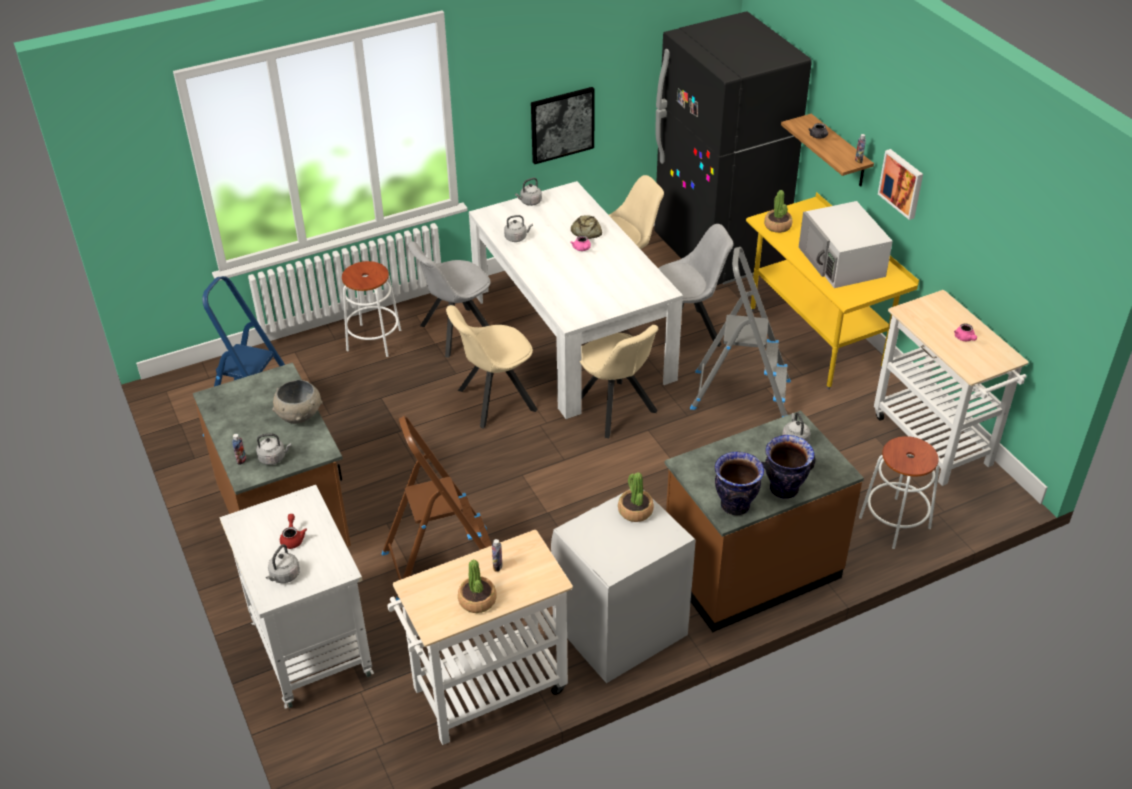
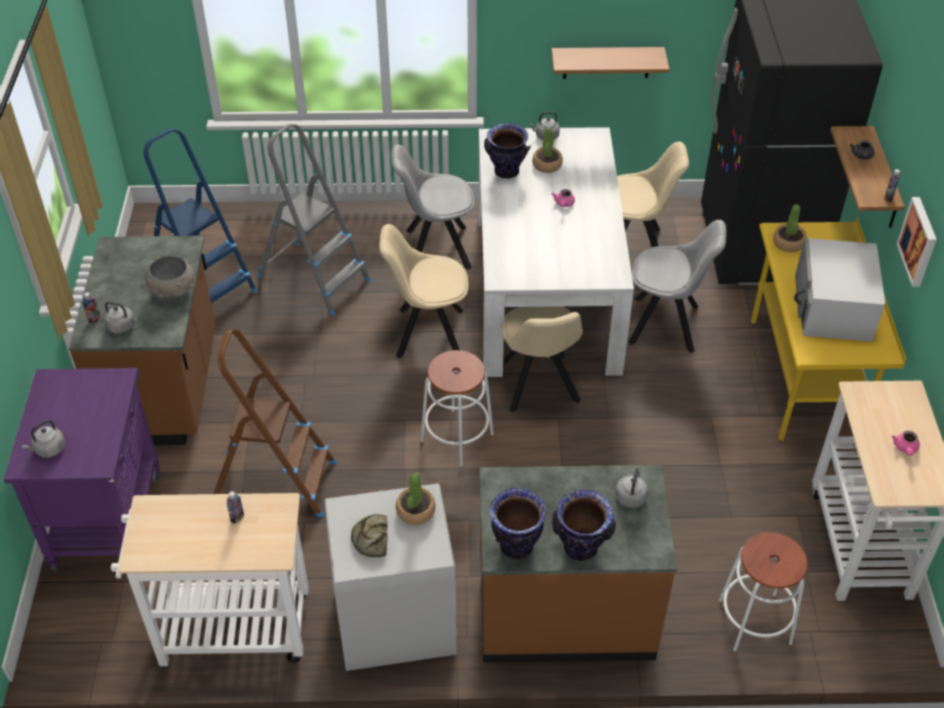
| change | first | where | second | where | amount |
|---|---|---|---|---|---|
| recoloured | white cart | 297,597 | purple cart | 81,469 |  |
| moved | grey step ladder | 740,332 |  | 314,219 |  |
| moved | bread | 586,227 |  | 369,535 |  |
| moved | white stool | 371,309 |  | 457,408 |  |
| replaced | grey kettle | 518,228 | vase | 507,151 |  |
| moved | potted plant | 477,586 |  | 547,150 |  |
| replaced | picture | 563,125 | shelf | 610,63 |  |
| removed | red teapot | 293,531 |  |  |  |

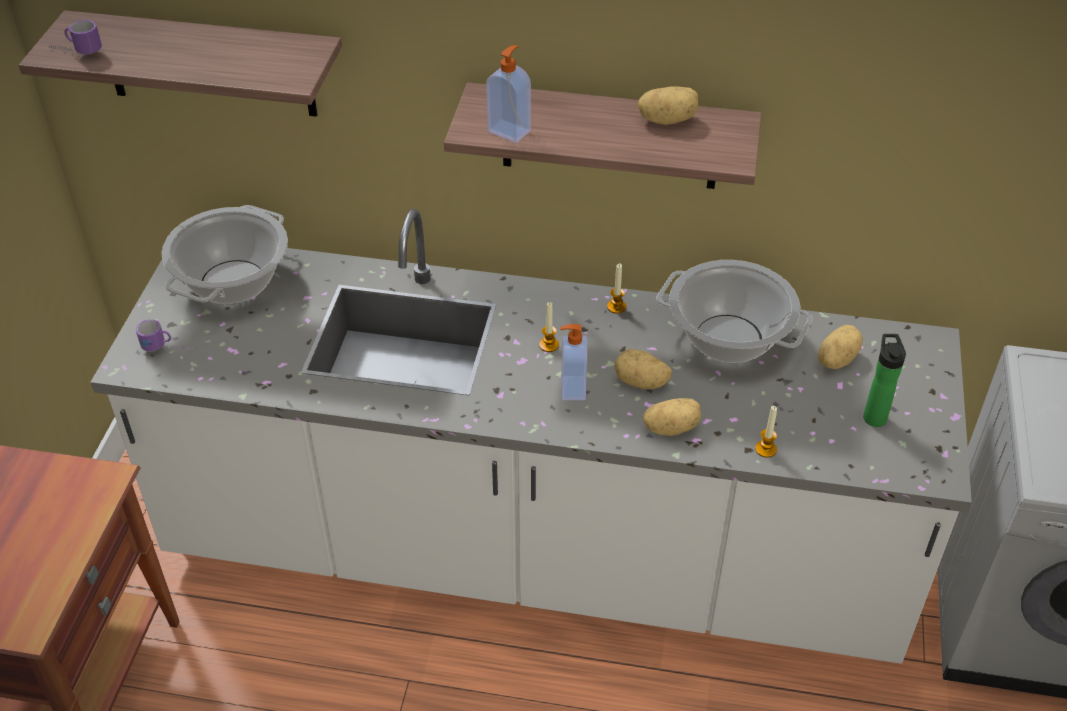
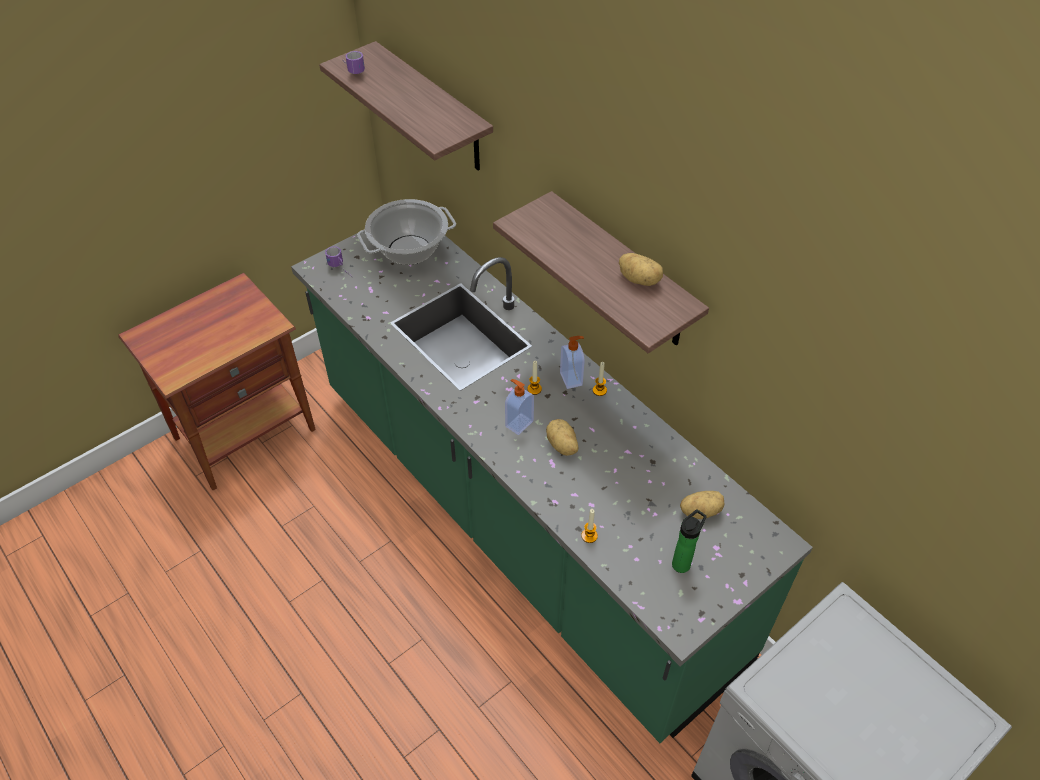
| change | first | where | second | where | amount |
|---|---|---|---|---|---|
| recoloured | white counter | 531,436 | green counter | 552,487 |  |
| moved | soap dispenser | 508,94 |  | 572,362 |  |
| removed | potato | 672,417 |  |  |  |
| removed | cooking pot | 734,311 |  |  |  |

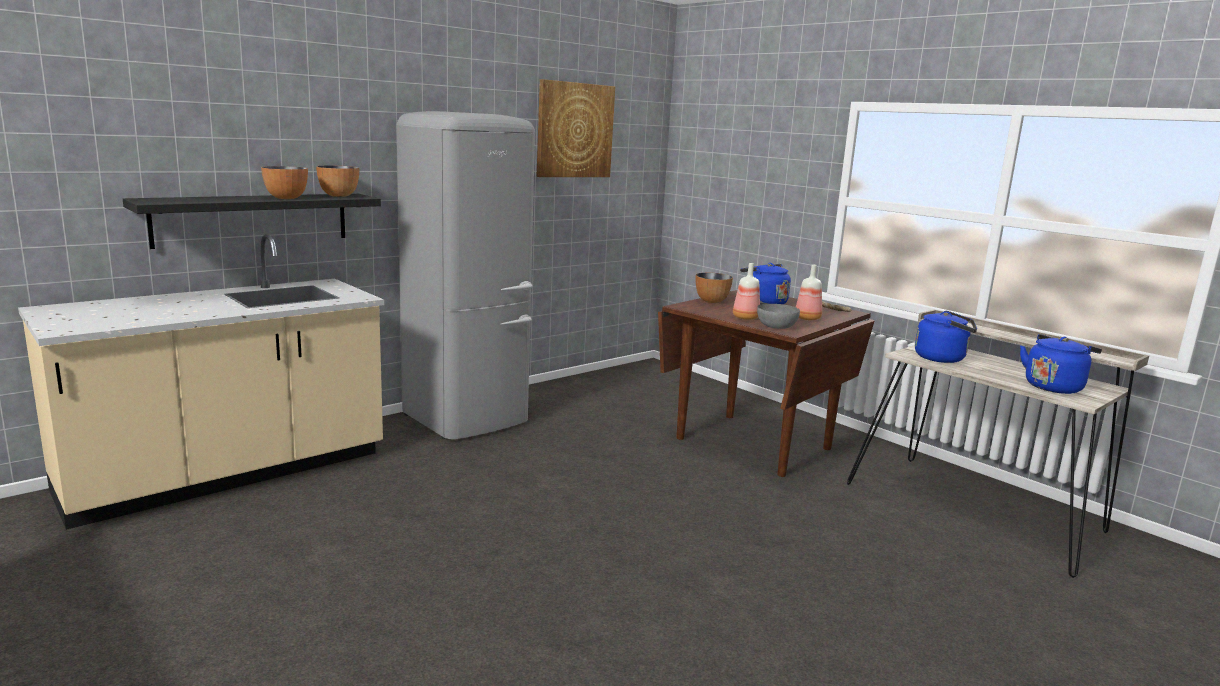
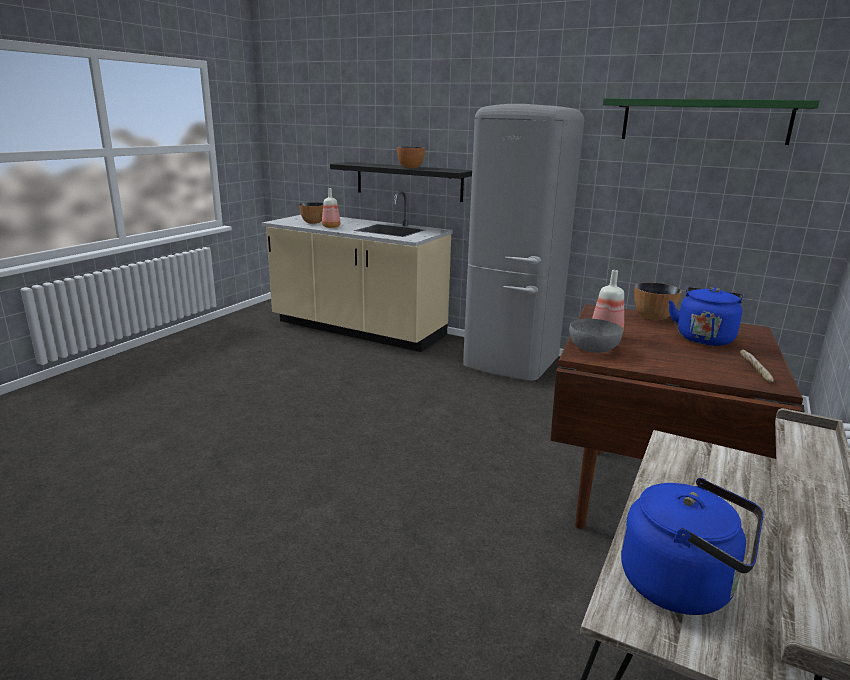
| change | first | where | second | where | amount |
|---|---|---|---|---|---|
| moved | bowl | 337,181 |  | 311,213 |  |
| moved | bottle | 809,292 |  | 331,208 |  |
| replaced | picture | 575,128 | green shelf | 711,121 |  |
| removed | blue kettle | 946,336 |  |  |  |

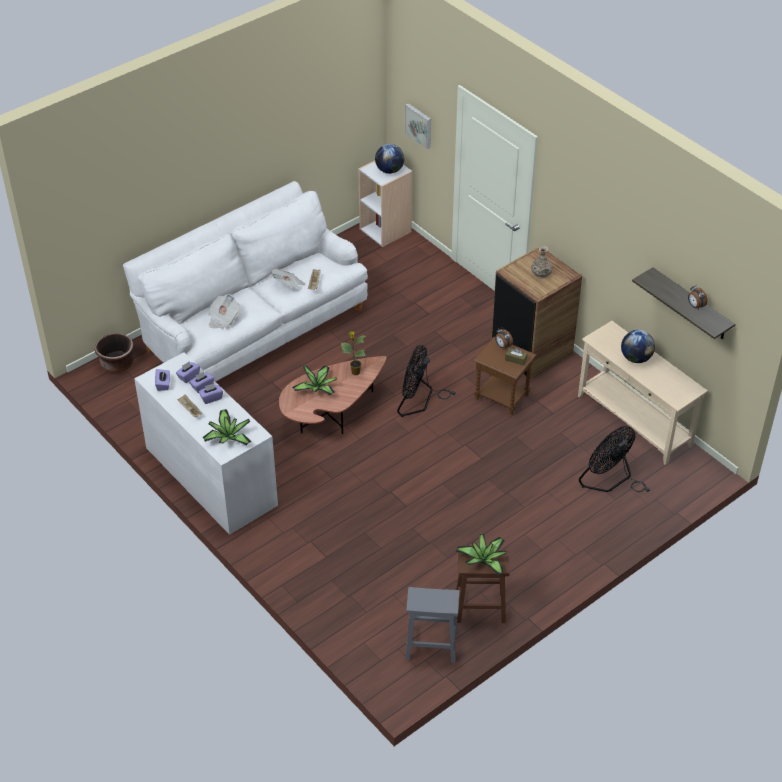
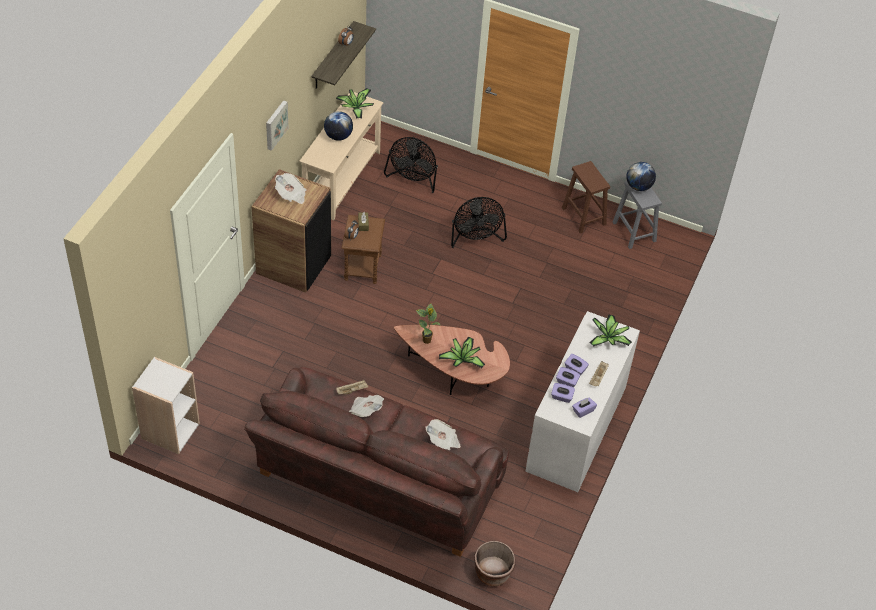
| change | first | where | second | where | amount |
|---|---|---|---|---|---|
| recoloured | white sofa | 245,281 | brown sofa | 376,462 |  |
| moved | picture | 418,126 |  | 277,125 |  |
| replaced | vase | 541,262 | newspaper | 290,188 |  |
| moved | potted plant | 481,554 |  | 355,103 |  |
| moved | black fan | 426,381 |  | 479,222 |  |
| moved | globe | 389,159 |  | 641,176 |  |

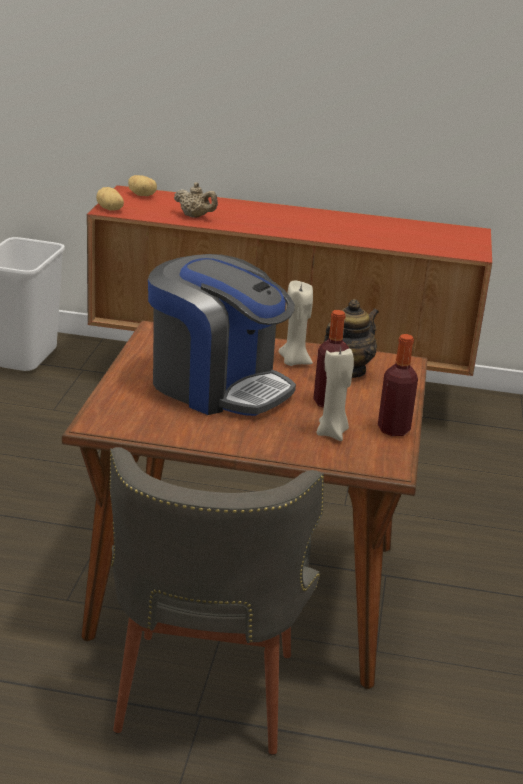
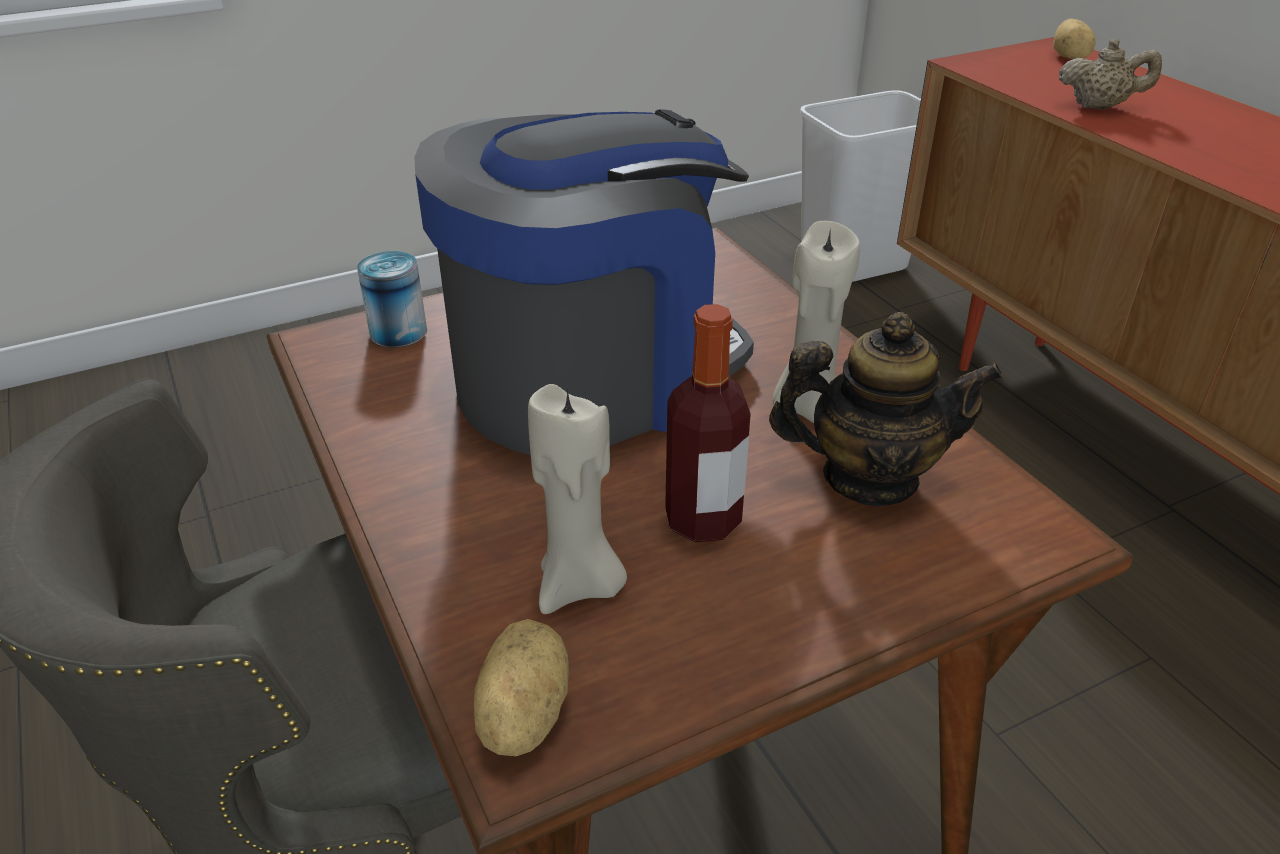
| change | first | where | second | where | amount |
|---|---|---|---|---|---|
| added |  |  | can | 392,299 |  |
| turned | coffee machine | 222,335 |  | 584,282 | 120 degrees counterclockwise |
| moved | potato | 110,199 |  | 521,687 |  |
| turned | beige teapot | 196,200 |  | 1110,74 | 75 degrees counterclockwise |
| removed | bottle | 398,385 |  |  |  |

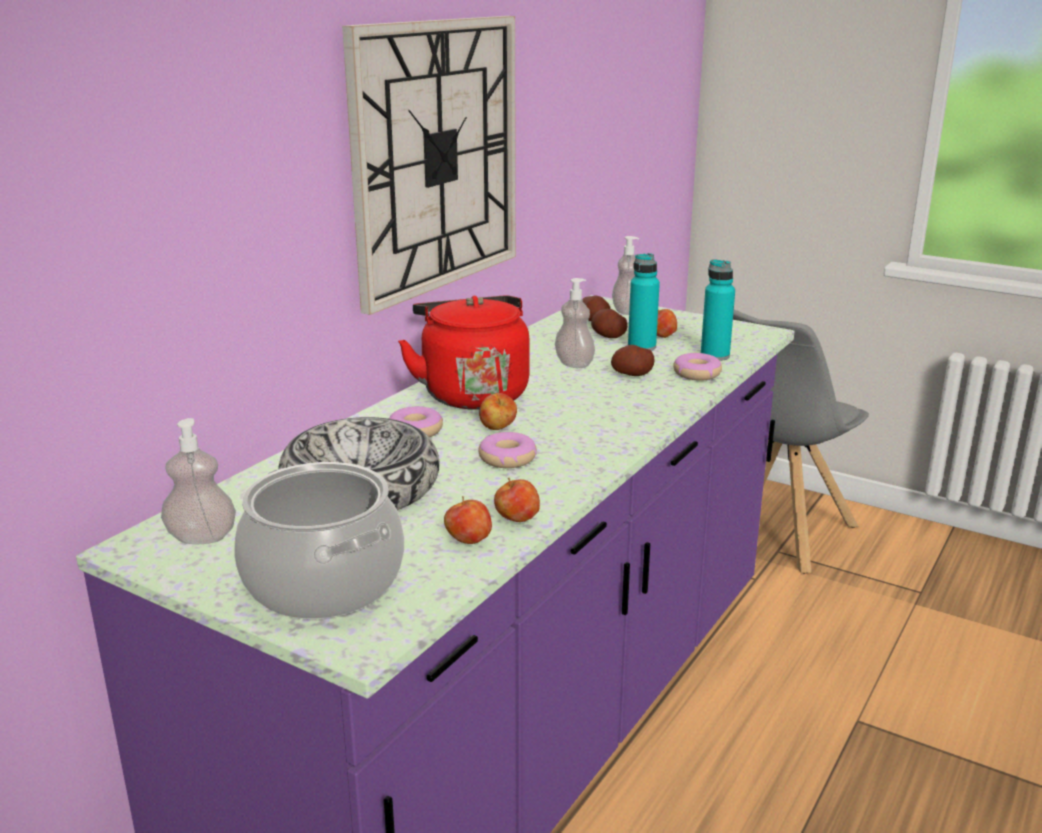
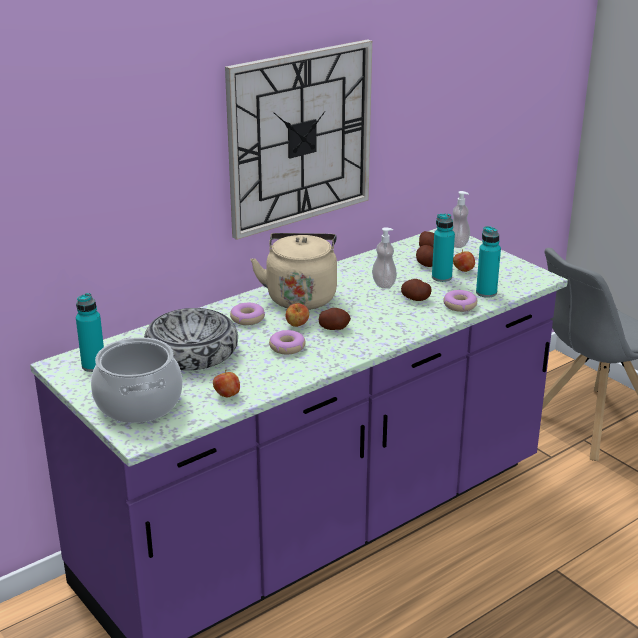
| change | first | where | second | where | amount |
|---|---|---|---|---|---|
| replaced | soap dispenser | 198,481 | turquoise bottle | 90,332 |  |
| recoloured | red kettle | 464,352 | beige kettle | 293,271 |  |
| added |  |  | potato | 335,319 |  |
| removed | apple | 517,500 |  |  |  |

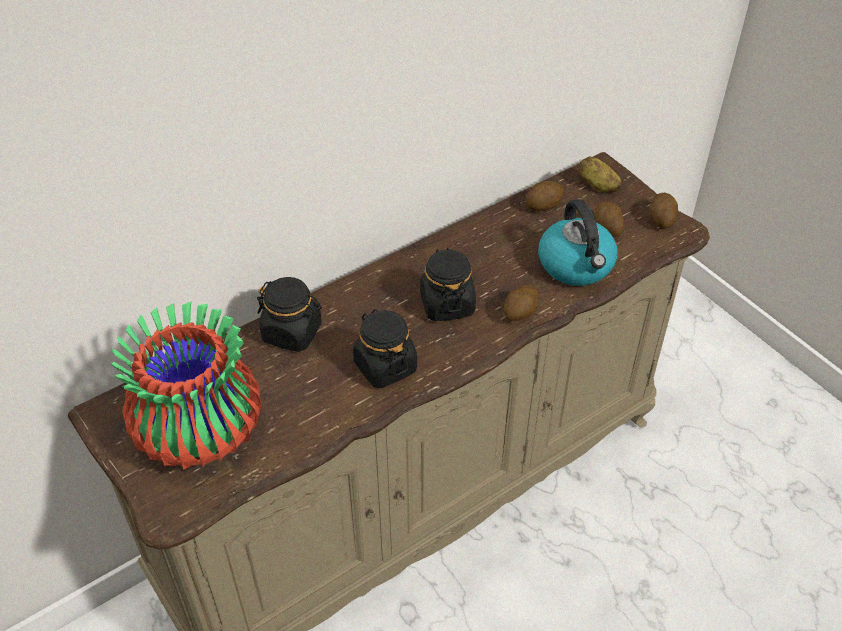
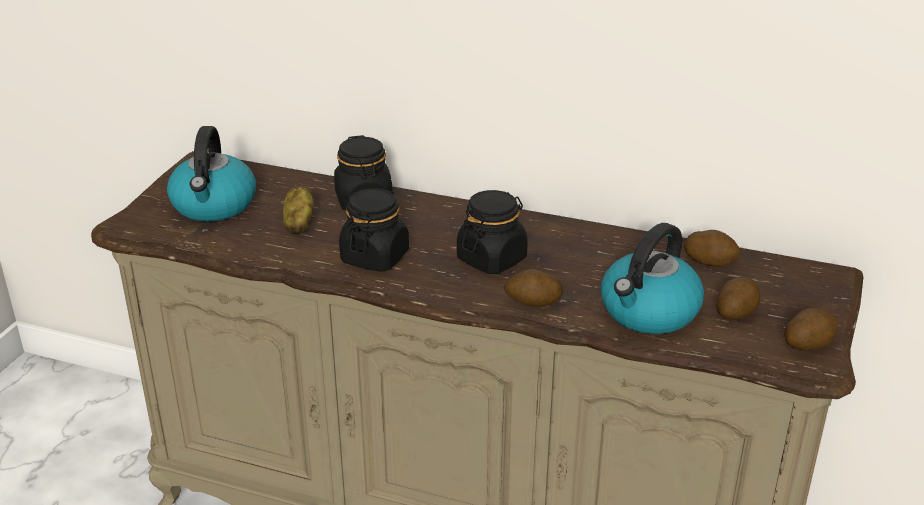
| change | first | where | second | where | amount |
|---|---|---|---|---|---|
| replaced | vase | 186,386 | kettle | 211,173 |  |
| moved | potato | 600,174 |  | 298,210 |  |

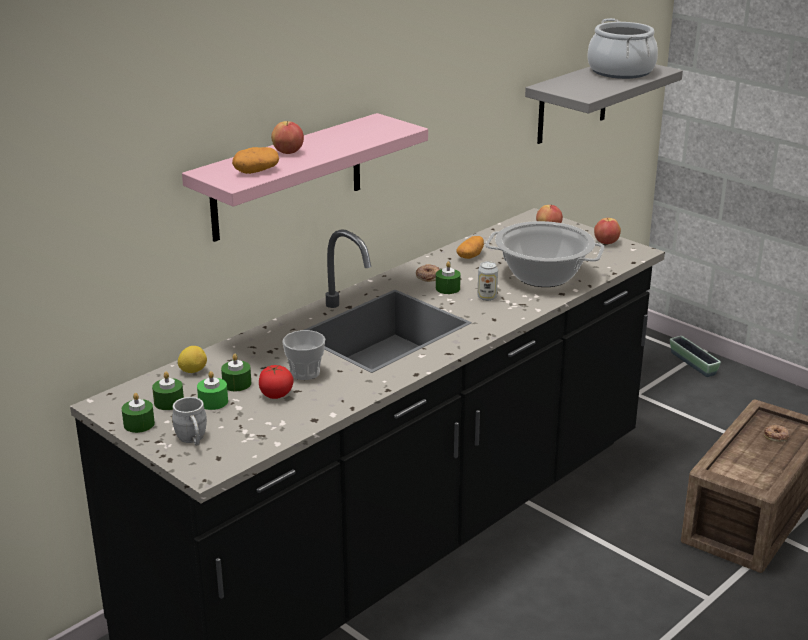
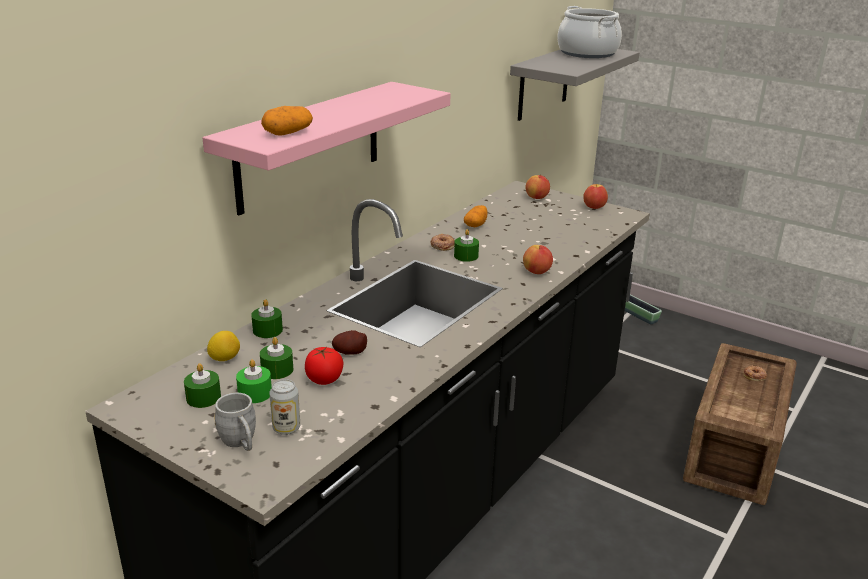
| change | first | where | second | where | amount |
|---|---|---|---|---|---|
| moved | green candle | 138,413 |  | 267,318 |  |
| moved | can | 488,281 |  | 284,407 |  |
| replaced | cup | 303,355 | potato | 349,342 |  |
| moved | apple | 287,137 |  | 538,259 |  |
| removed | cooking pot | 544,254 |  |  |  |

